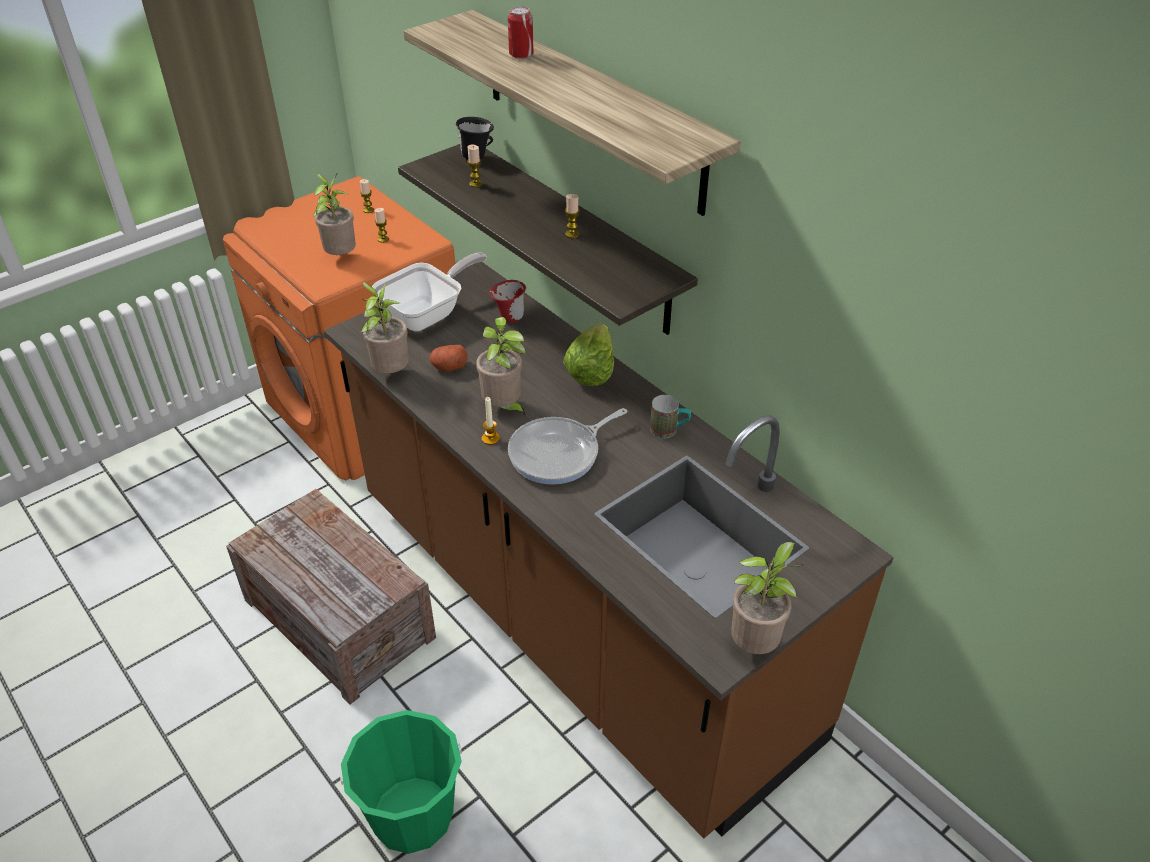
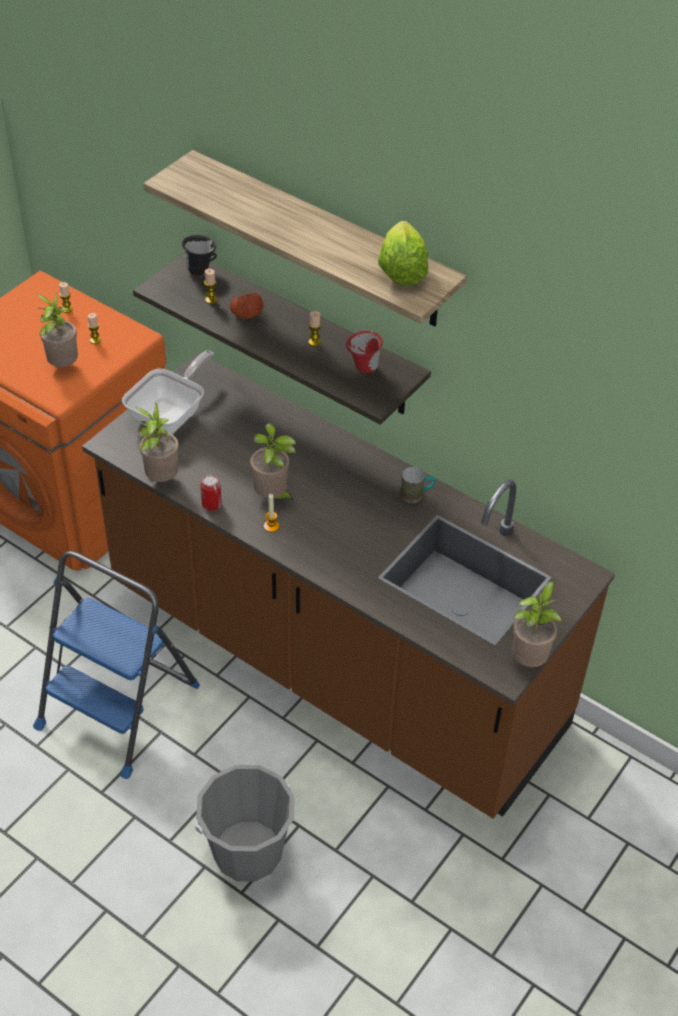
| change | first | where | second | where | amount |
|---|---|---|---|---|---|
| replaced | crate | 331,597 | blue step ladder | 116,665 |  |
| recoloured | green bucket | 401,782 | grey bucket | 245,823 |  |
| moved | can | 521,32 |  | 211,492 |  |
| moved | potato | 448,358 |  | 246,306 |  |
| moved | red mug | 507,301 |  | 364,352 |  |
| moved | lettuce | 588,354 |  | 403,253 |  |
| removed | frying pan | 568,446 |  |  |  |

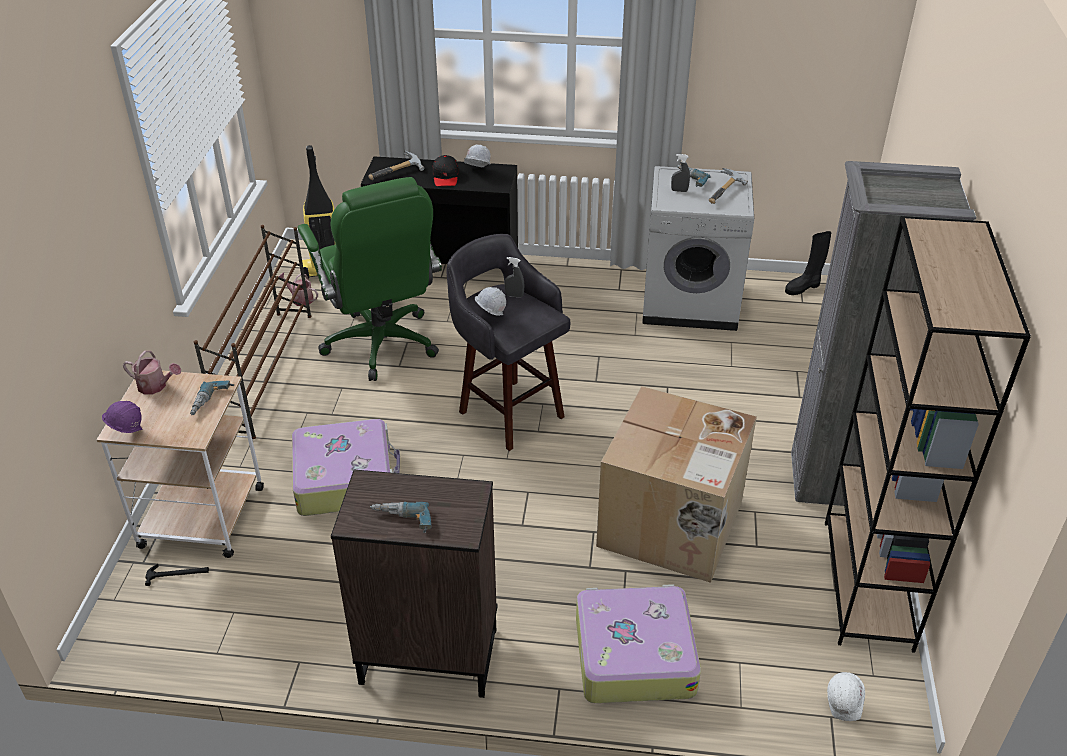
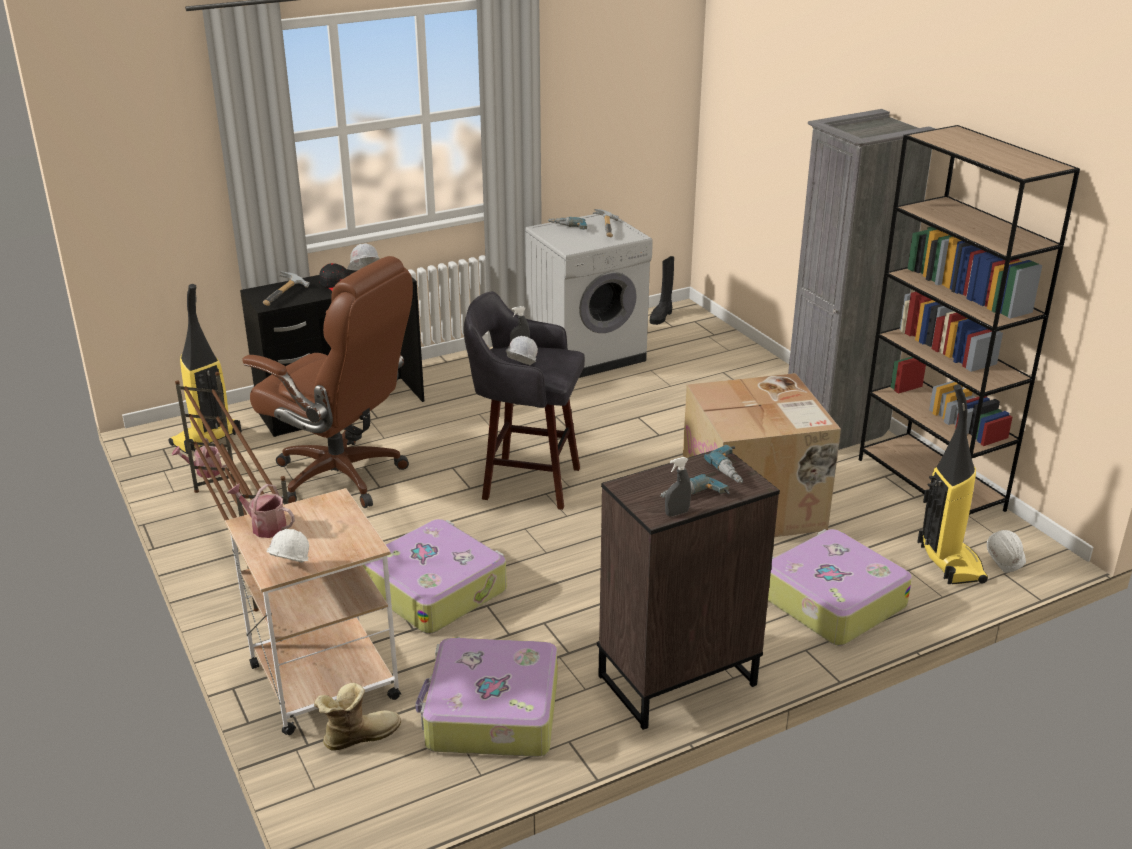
| change | first | where | second | where | amount |
|---|---|---|---|---|---|
| turned | watering can | 152,372 |  | 261,511 | 135 degrees counterclockwise |
| recoloured | green office chair | 370,279 | brown office chair | 327,382 |  |
| recoloured | purple hard hat | 122,417 | white hard hat | 287,546 |  |
| replaced | hammer | 177,575 | boot | 357,717 |  |
| added |  |  | suitcase | 486,697 |  |
| moved | grey spray bottle | 680,173 |  | 678,486 |  |
| moved | power drill | 212,398 |  | 723,464 |  |
| added |  |  | vacuum cleaner | 952,484 |  |

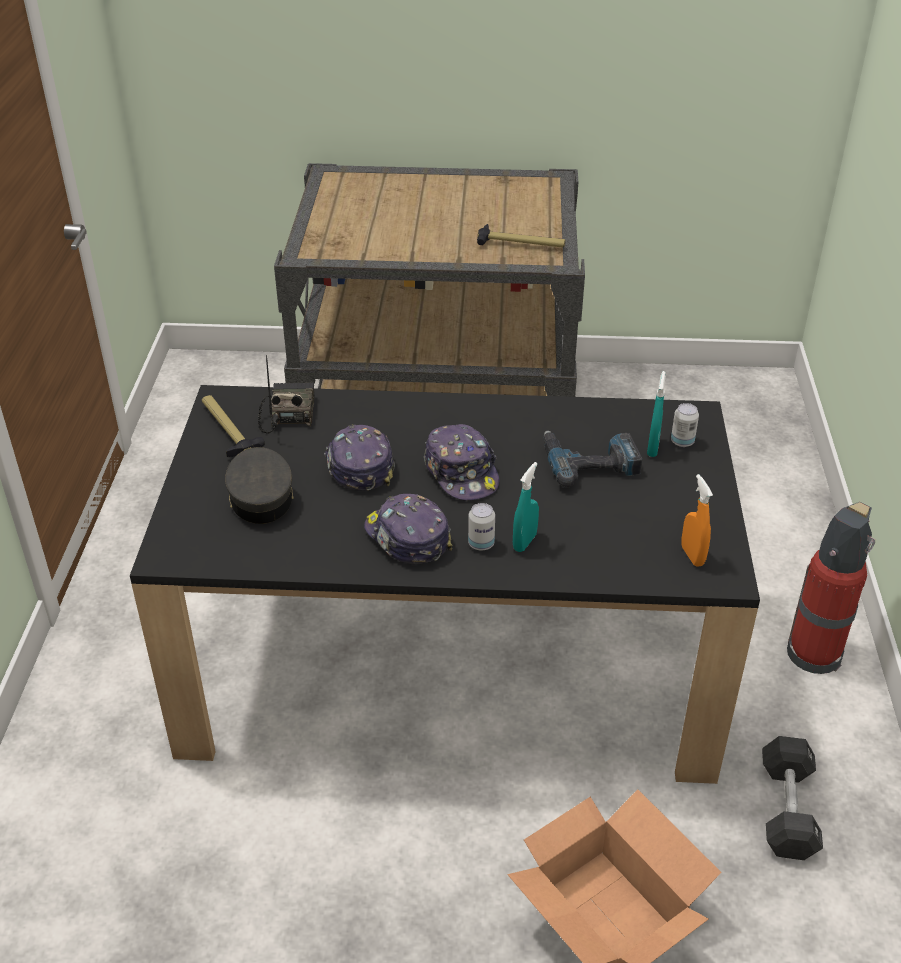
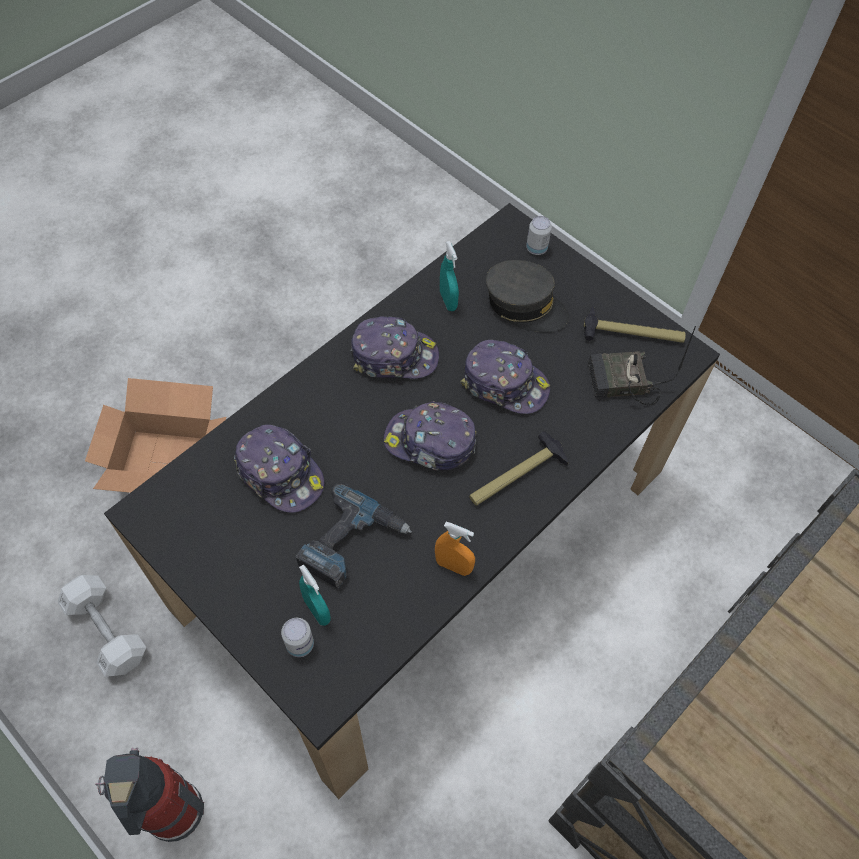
| change | first | where | second | where | amount |
|---|---|---|---|---|---|
| recoloured | black dumbbell | 792,798 | white dumbbell | 102,626 |  |
| added |  |  | cap | 279,469 |  |
| moved | orange spray bottle | 697,520 |  | 455,549 |  |
| moved | turquoise spray bottle | 526,507 |  | 449,276 |  |
| moved | hammer | 521,236 |  | 518,468 |  |
| moved | can | 481,527 |  | 539,235 |  |
| turned | radio | 286,394 |  | 642,366 | 135 degrees clockwise |

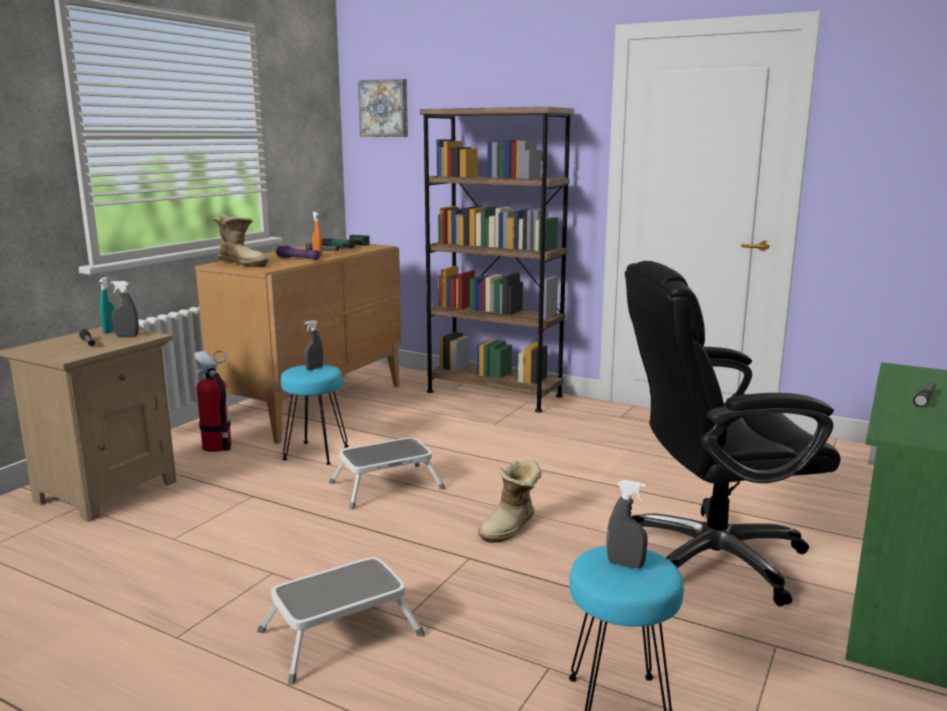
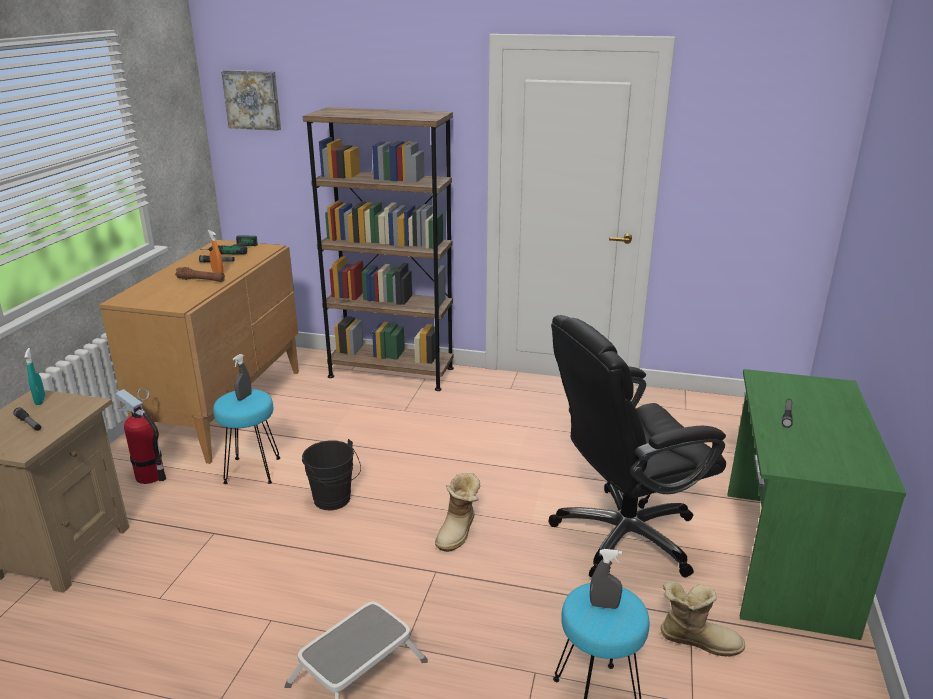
| change | first | where | second | where | amount |
|---|---|---|---|---|---|
| recoloured | purple flashlight | 298,253 | brown flashlight | 200,274 |  |
| replaced | grey step ladder | 387,473 | black bucket | 331,474 |  |
| moved | boot | 241,241 |  | 703,619 |  |
| removed | grey spray bottle | 125,308 |  |  |  |

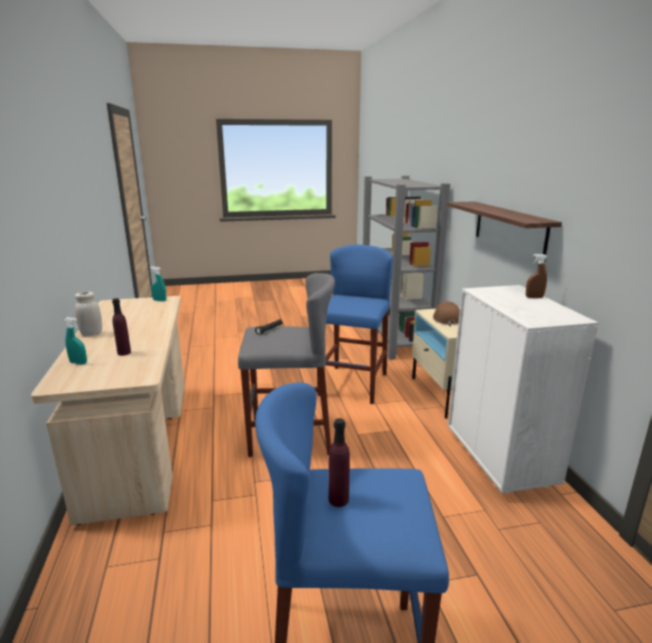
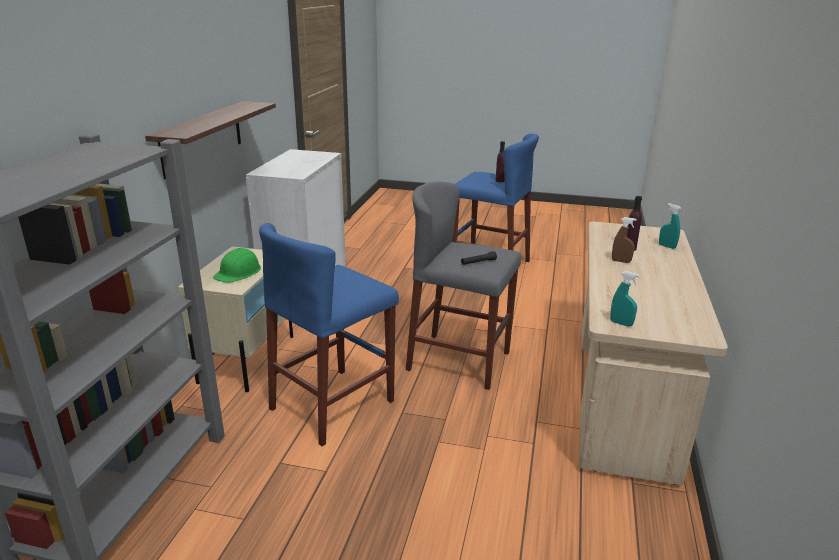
| change | first | where | second | where | amount |
|---|---|---|---|---|---|
| recoloured | brown hard hat | 446,313 | green hard hat | 237,265 |  |
| moved | brown spray bottle | 536,276 |  | 624,240 |  |
| removed | white jar | 88,314 |  |  |  |

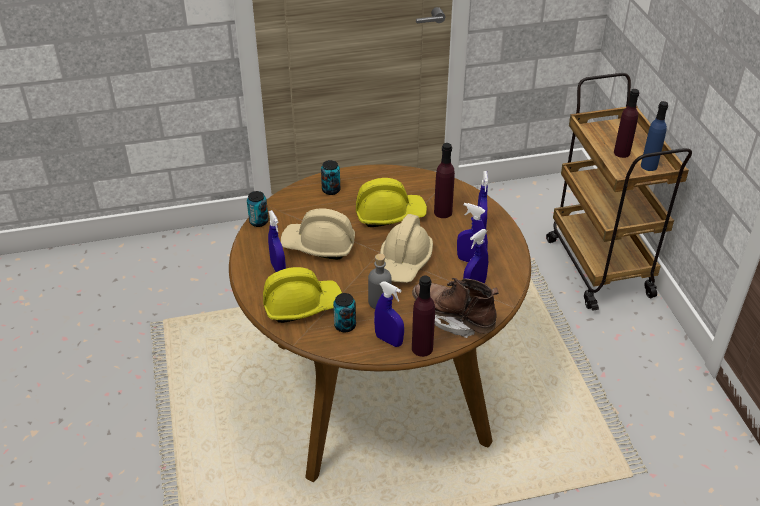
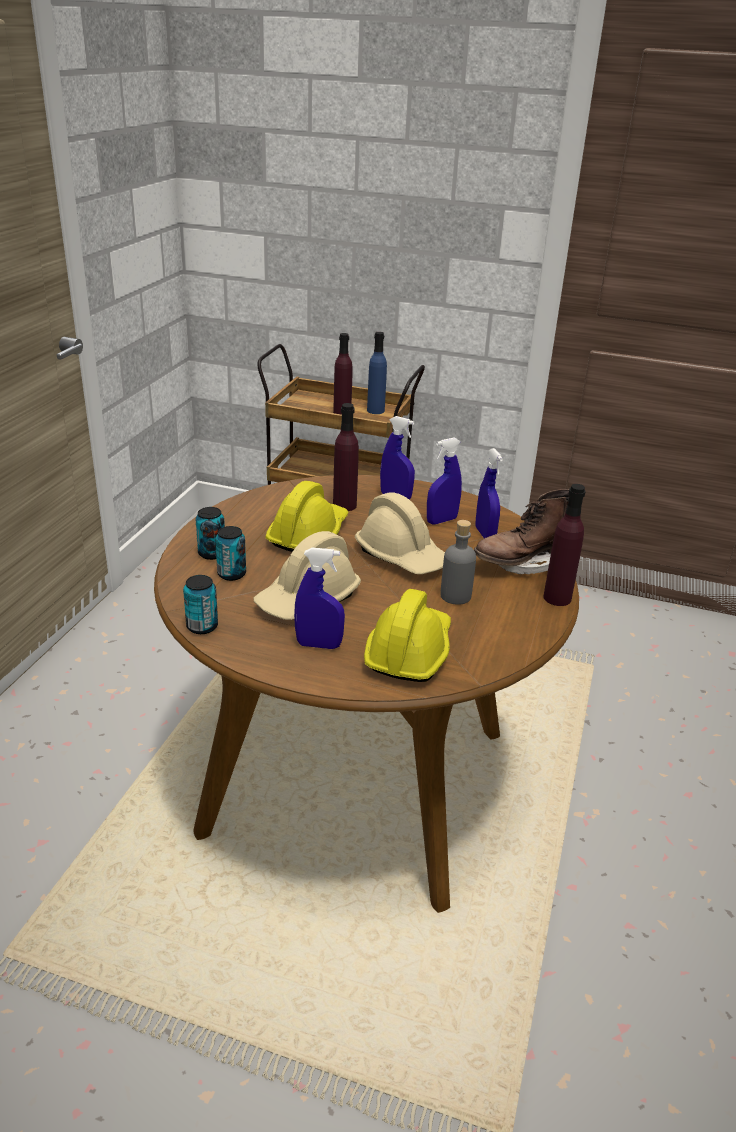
| change | first | where | second | where | amount |
|---|---|---|---|---|---|
| moved | can | 344,313 |  | 230,553 |  |
| removed | blue spray bottle | 389,314 |  |  |  |

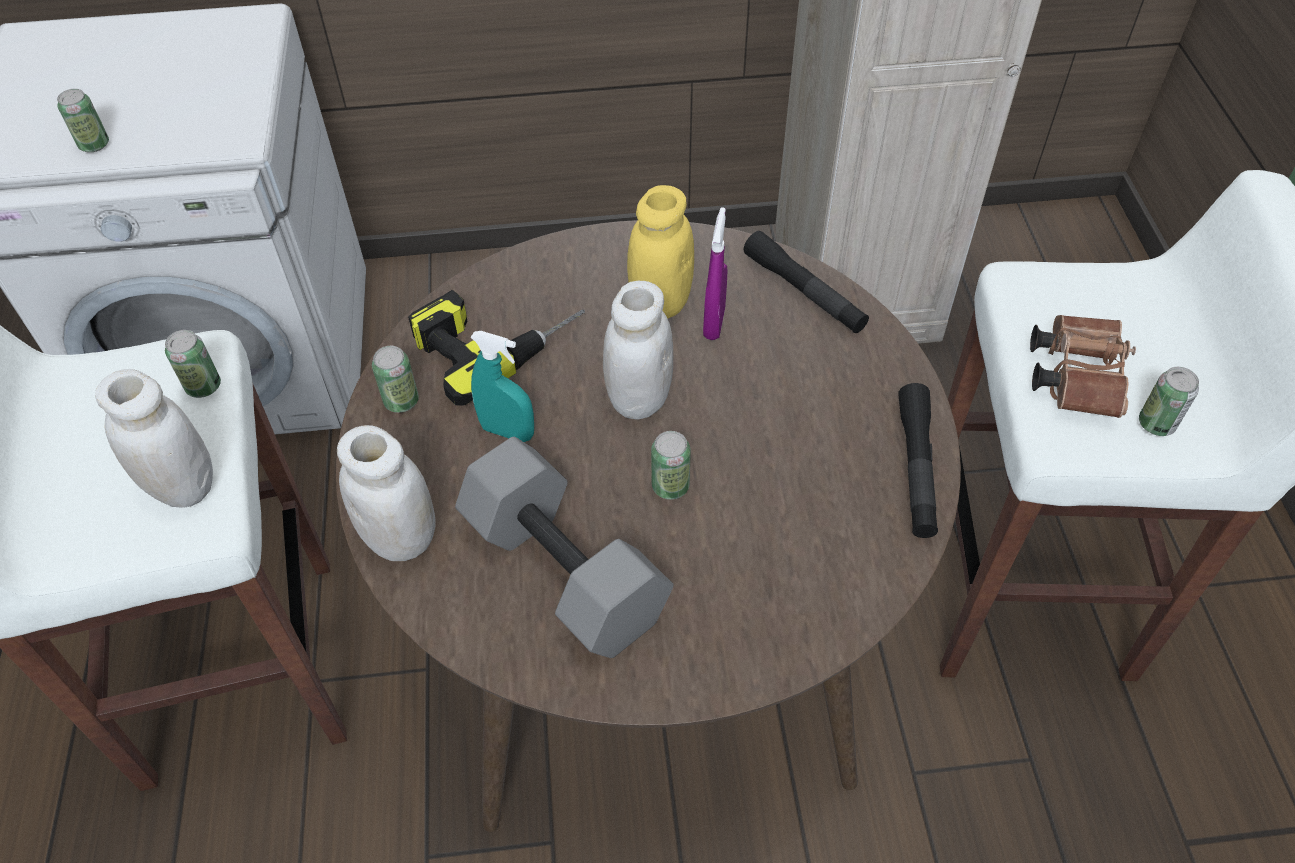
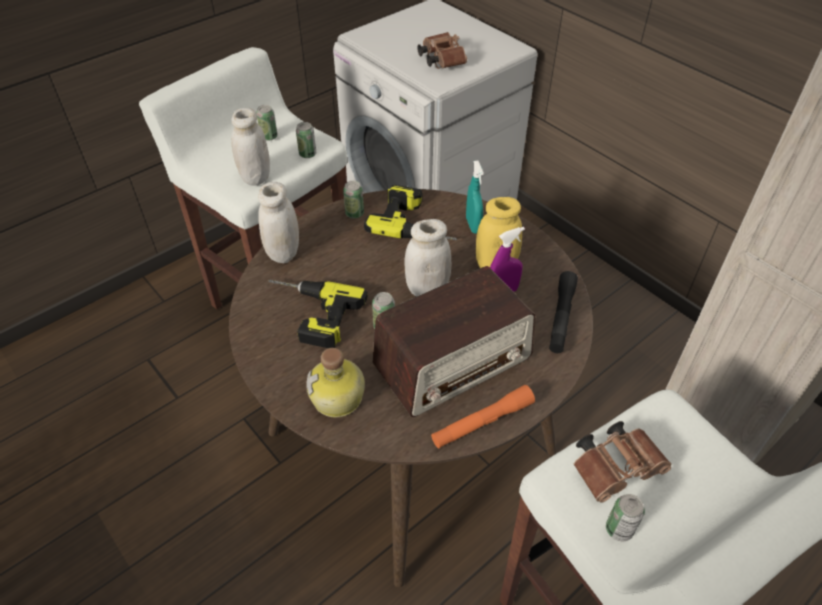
| change | first | where | second | where | amount |
|---|---|---|---|---|---|
| moved | can | 83,120 |  | 267,123 |  |
| replaced | grey dumbbell | 564,547 | power drill | 318,314 |  |
| added |  |  | bottle | 335,383 |  |
| added |  |  | radio | 453,341 |  |
| added |  |  | brown binoculars | 442,50 |  |
| recoloured | black flashlight | 918,460 | orange flashlight | 483,416 |  |
| moved | turquoise spray bottle | 502,386 |  | 475,196 |  |

